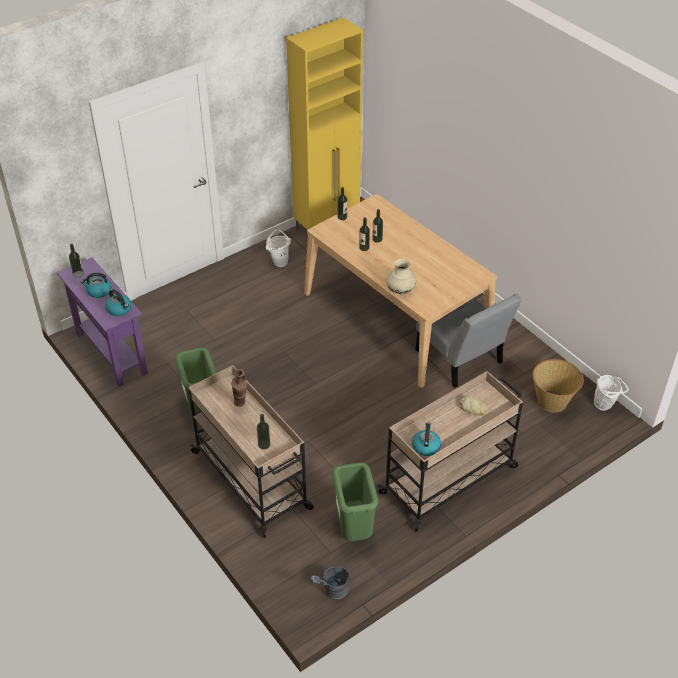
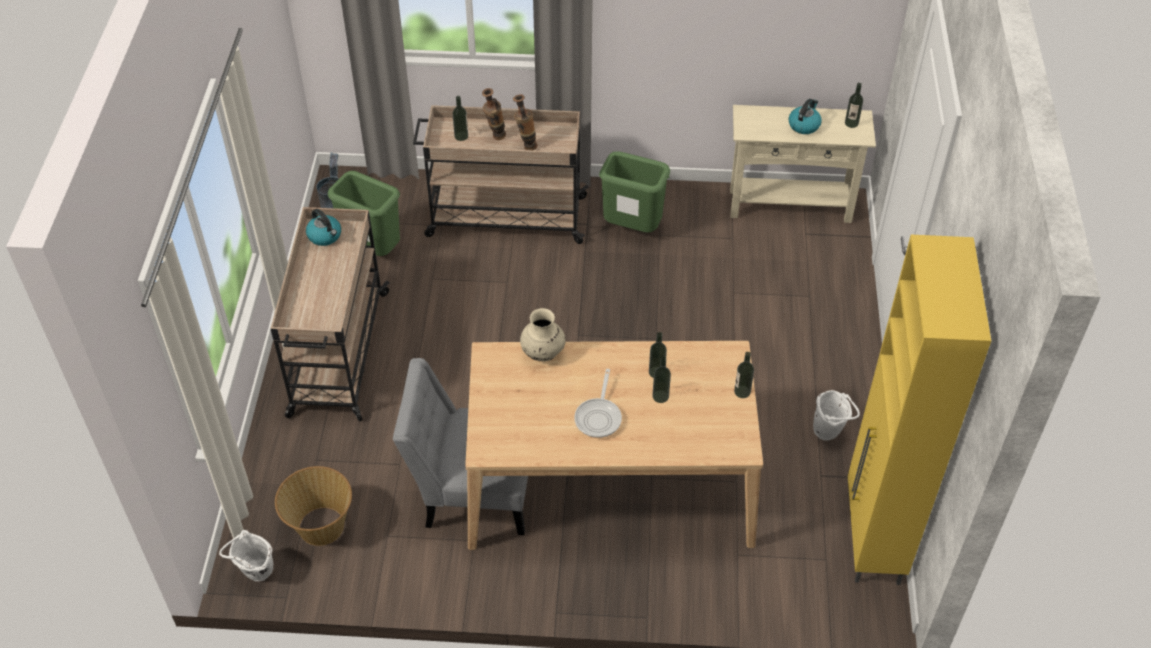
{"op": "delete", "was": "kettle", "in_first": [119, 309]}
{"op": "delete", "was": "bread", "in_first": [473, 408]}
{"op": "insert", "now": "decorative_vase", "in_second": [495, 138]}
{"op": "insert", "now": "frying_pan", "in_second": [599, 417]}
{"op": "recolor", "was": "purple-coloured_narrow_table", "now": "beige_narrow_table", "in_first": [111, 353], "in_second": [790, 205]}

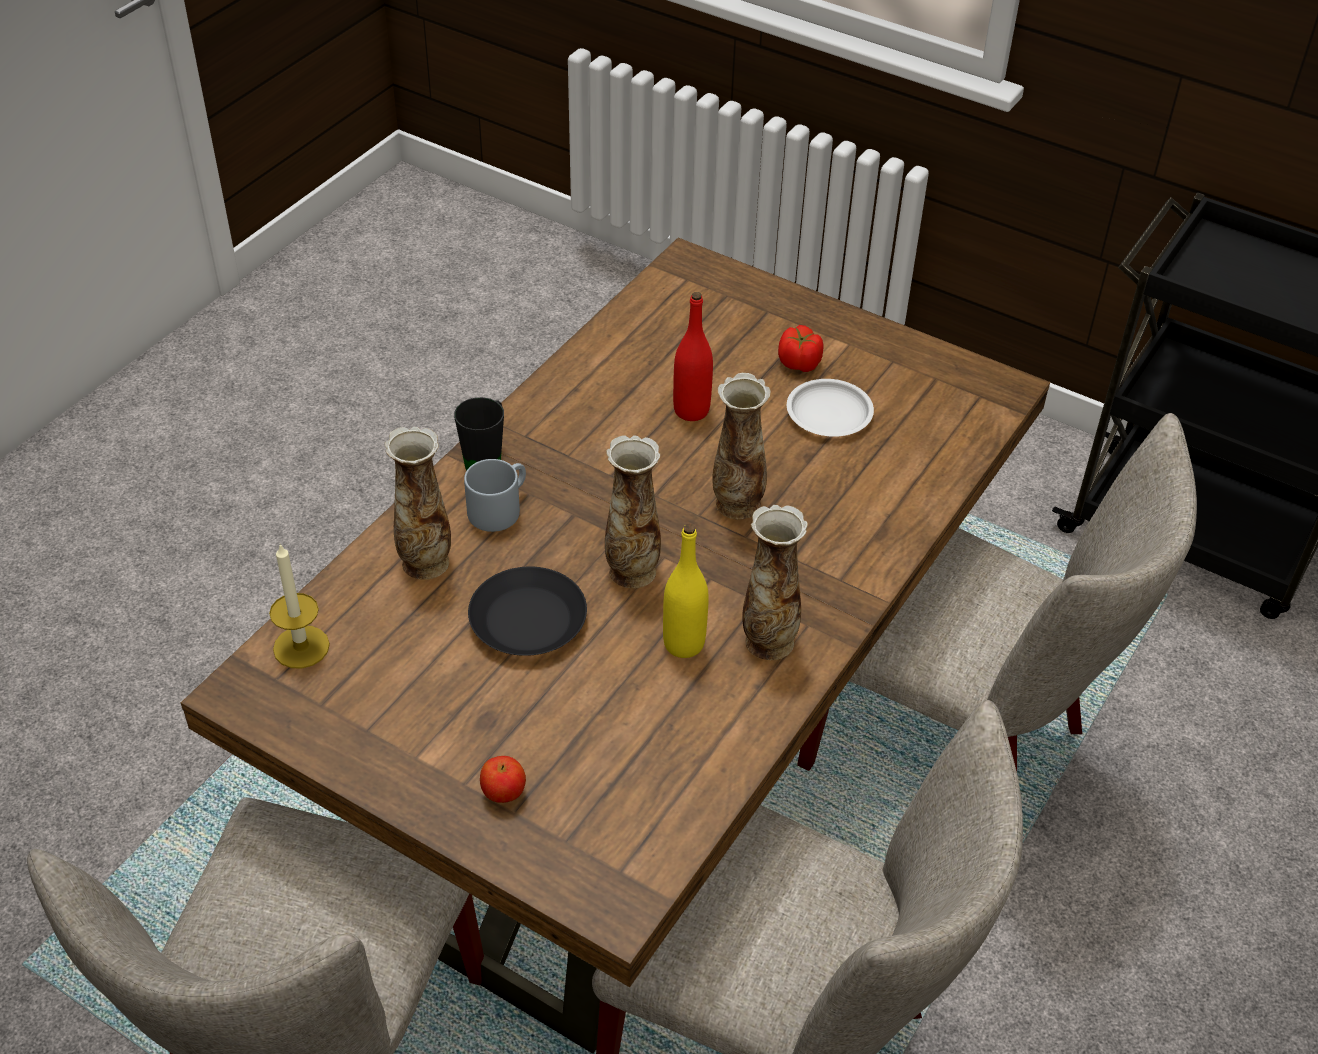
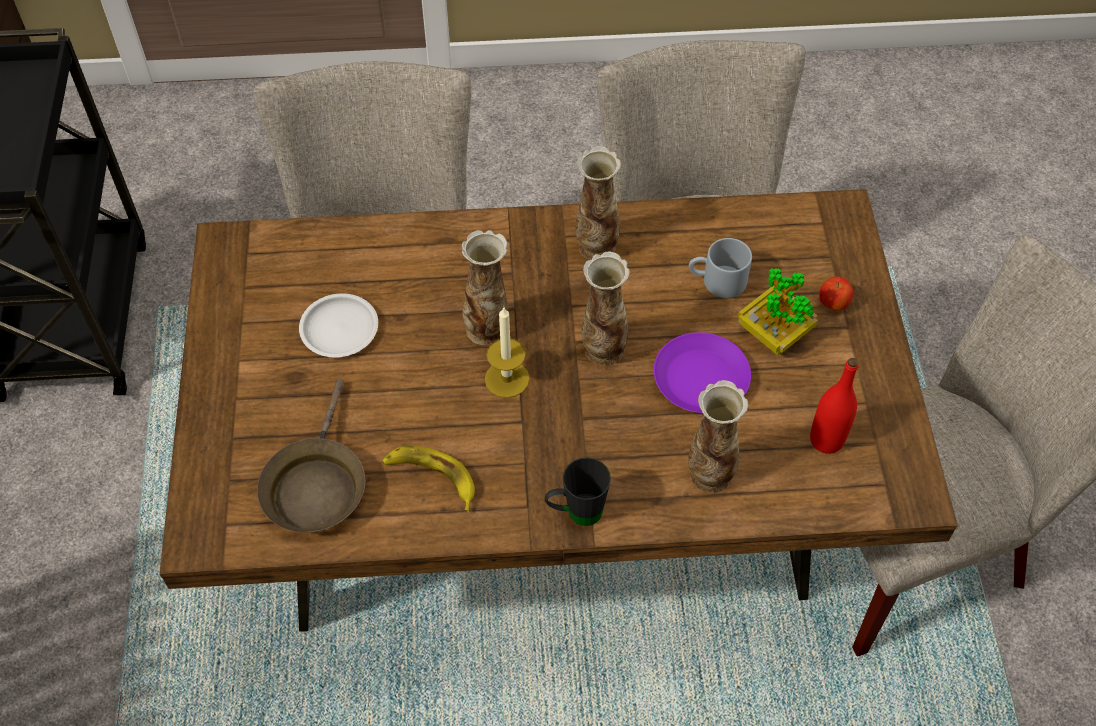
{"op": "delete", "was": "yellow-coloured_drink_bottle", "in_first": [684, 644]}
{"op": "delete", "was": "tomato", "in_first": [799, 363]}
{"op": "insert", "now": "brownish_frying_pan", "in_second": [316, 485]}
{"op": "insert", "now": "banana", "in_second": [431, 477]}
{"op": "insert", "now": "potted_plant", "in_second": [774, 333]}
{"op": "move", "was": "wax_light", "in_first": [301, 647], "in_second": [507, 379]}
{"op": "move", "was": "gray_coffee_mug", "in_first": [499, 507], "in_second": [717, 281]}
{"op": "move", "was": "red-coloured_drink_bottle", "in_first": [691, 410], "in_second": [826, 440]}
{"op": "recolor", "was": "black-coloured_plate", "now": "purple-coloured_plate", "in_first": [526, 620], "in_second": [701, 380]}

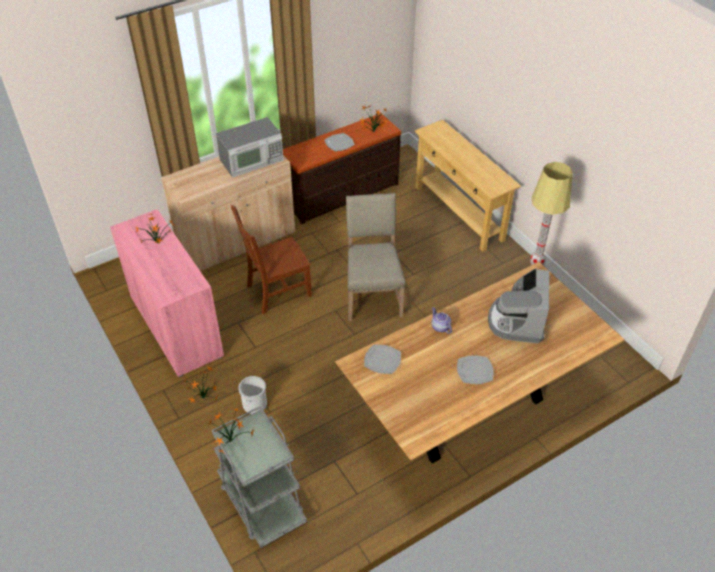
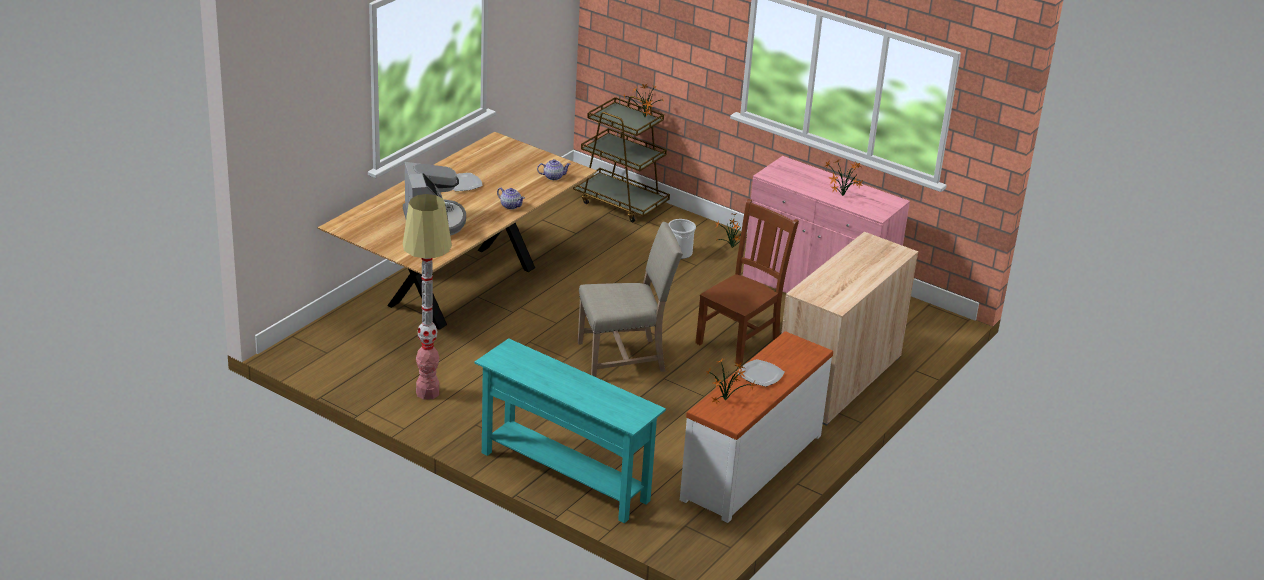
{"op": "delete", "was": "kitchen_microwave", "in_first": [252, 160]}
{"op": "replace", "was": "plate", "now": "teapot", "in_first": [382, 360], "in_second": [553, 177]}
{"op": "recolor", "was": "gray_cart", "now": "brownish_cart", "in_first": [262, 502], "in_second": [621, 203]}
{"op": "recolor", "was": "brownish_chest_of_drawers", "now": "white-coloured_chest_of_drawers", "in_first": [343, 195], "in_second": [750, 466]}
{"op": "recolor", "was": "beige_narrow_table", "now": "turquoise-coloured_narrow_table", "in_first": [459, 213], "in_second": [564, 477]}
{"op": "rotate", "was": "beige_plain_chair", "in_first": [372, 295], "in_second": [624, 358], "clockwise": -75}

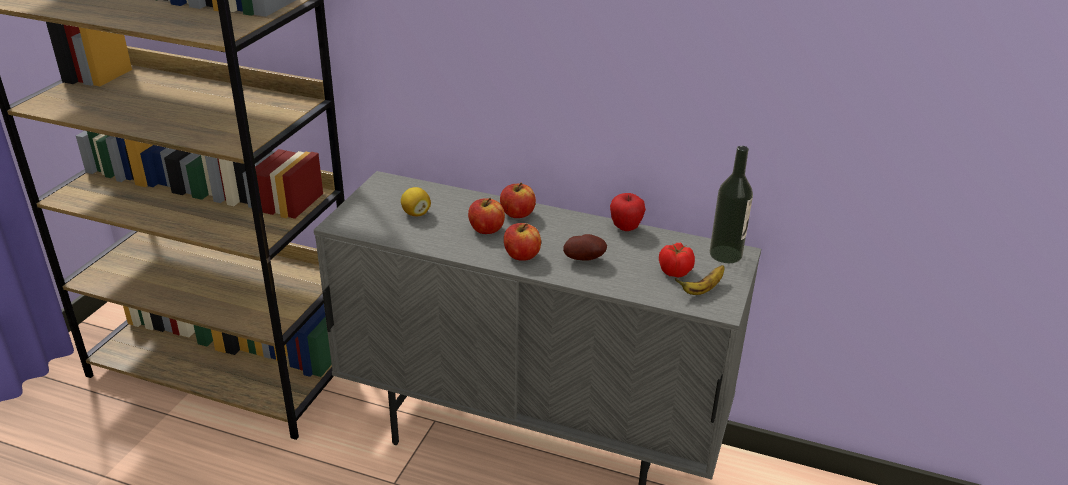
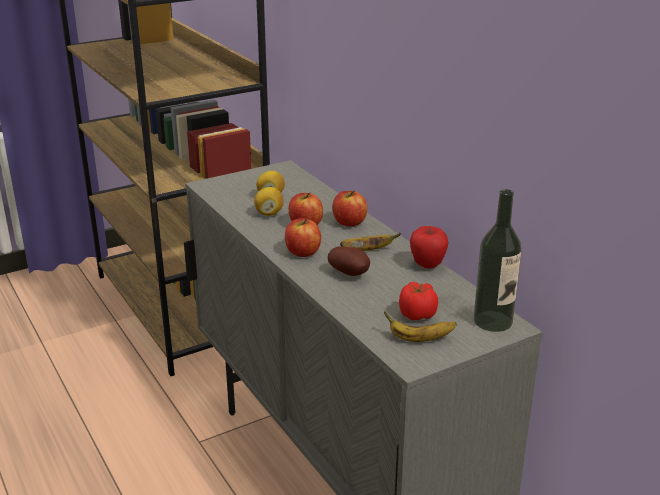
{"op": "insert", "now": "whole_lemon", "in_second": [269, 213]}
{"op": "insert", "now": "banana", "in_second": [367, 251]}

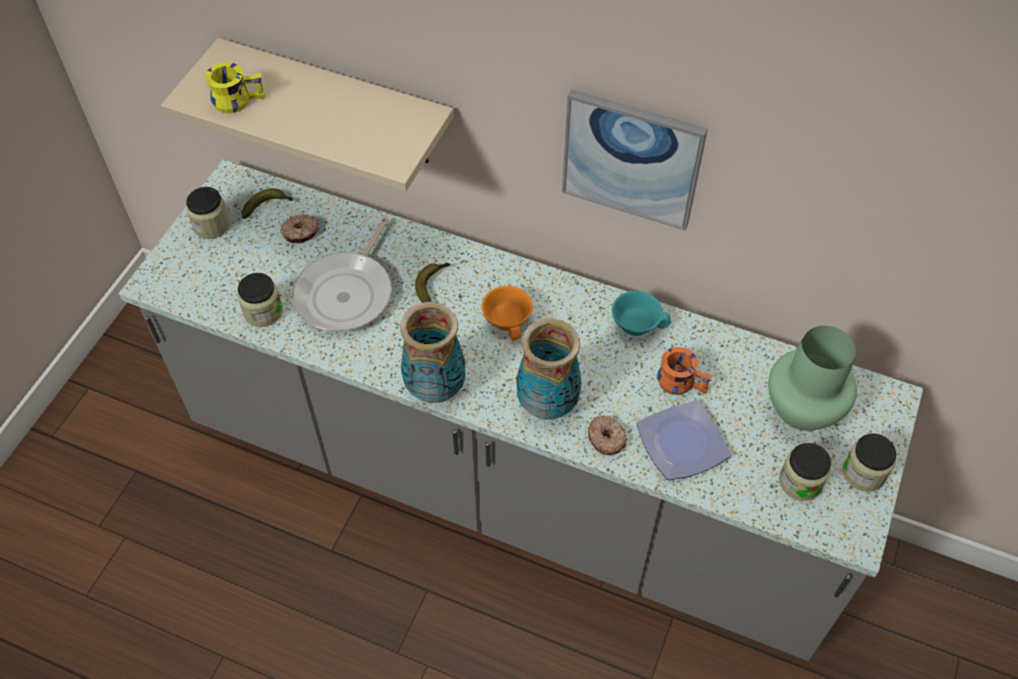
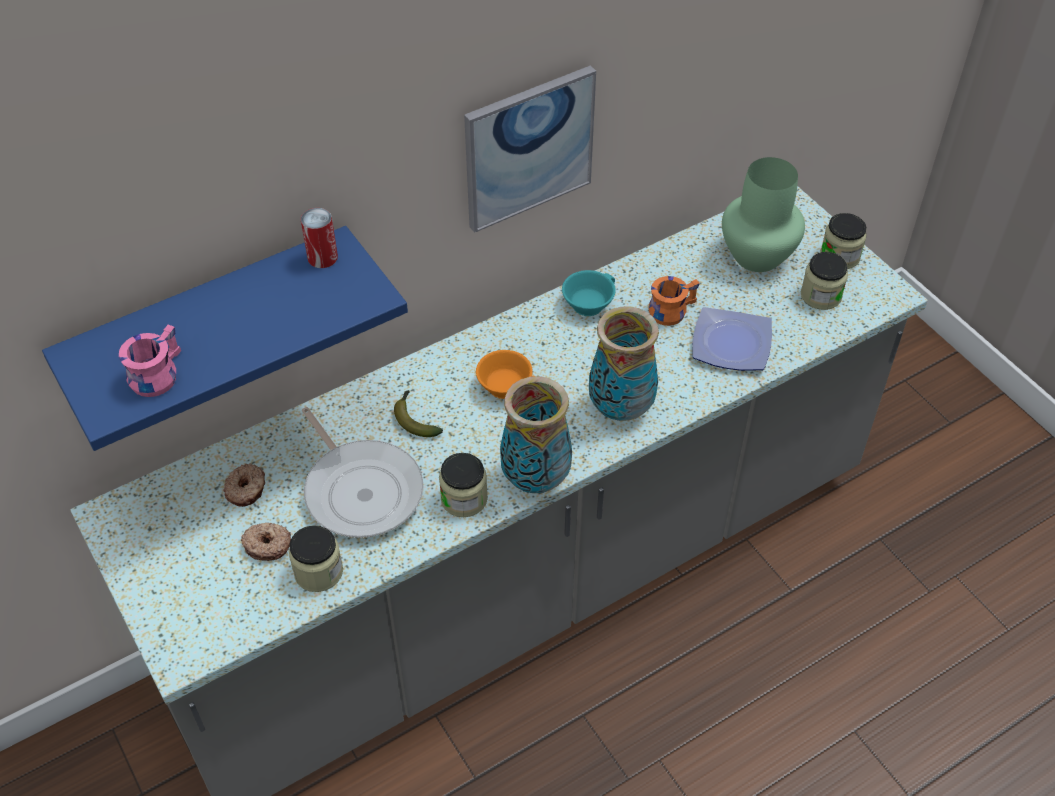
{"op": "delete", "was": "banana", "in_first": [268, 206]}
{"op": "insert", "now": "metal_can", "in_second": [322, 257]}
{"op": "move", "was": "preserve_jar", "in_first": [212, 225], "in_second": [464, 499]}
{"op": "move", "was": "doughnut", "in_first": [606, 438], "in_second": [267, 545]}
{"op": "recolor", "was": "beige_bracket_shelf", "now": "bluish_bracket_shelf", "in_first": [338, 104], "in_second": [210, 321]}
{"op": "recolor", "was": "yellow-coloured_coffee_mug", "now": "pink_coffee_mug", "in_first": [237, 98], "in_second": [154, 373]}

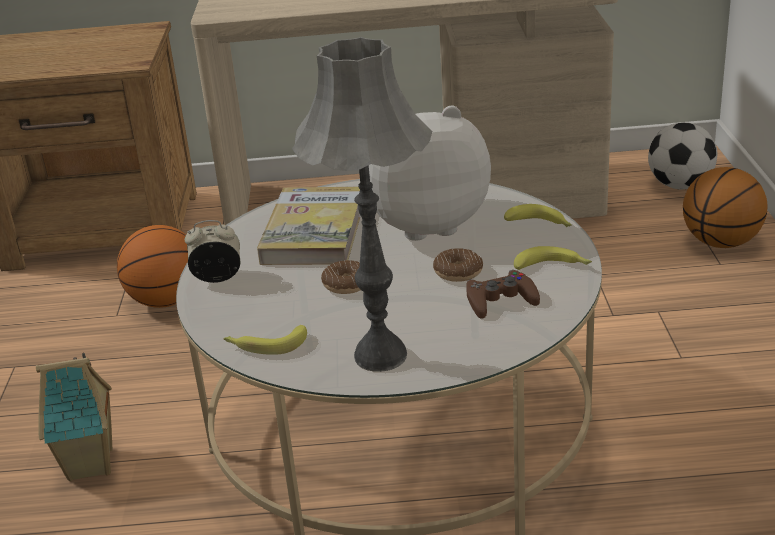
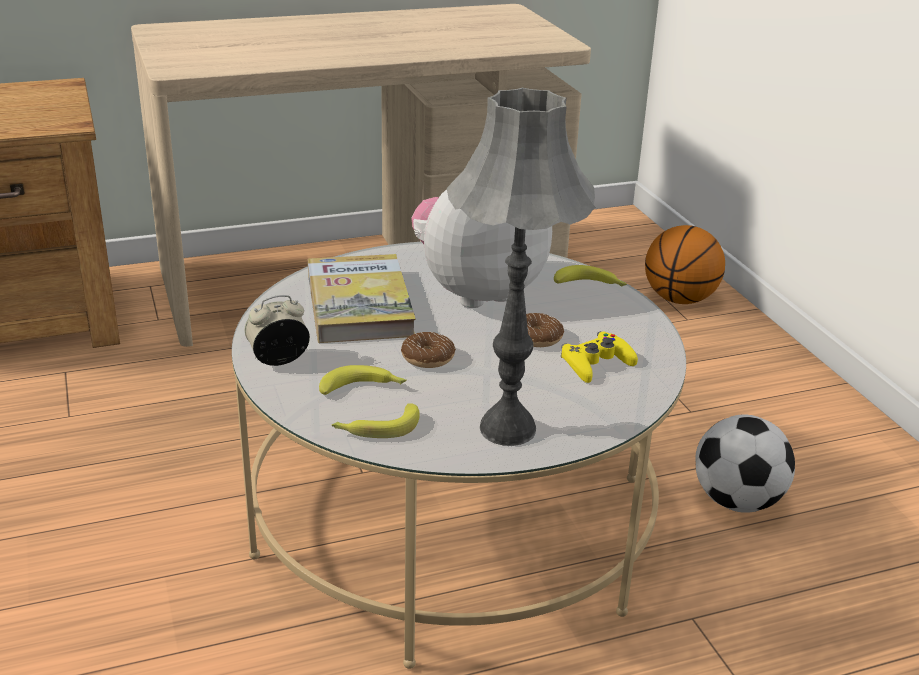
{"op": "delete", "was": "toy_house", "in_first": [92, 465]}
{"op": "delete", "was": "basketball_ball", "in_first": [166, 301]}
{"op": "move", "was": "banana", "in_first": [553, 267], "in_second": [363, 389]}
{"op": "move", "was": "ball_for_football", "in_first": [680, 185], "in_second": [737, 501]}
{"op": "recolor", "was": "brownish_joypad", "now": "yellow-coloured_joypad", "in_first": [500, 301], "in_second": [596, 363]}

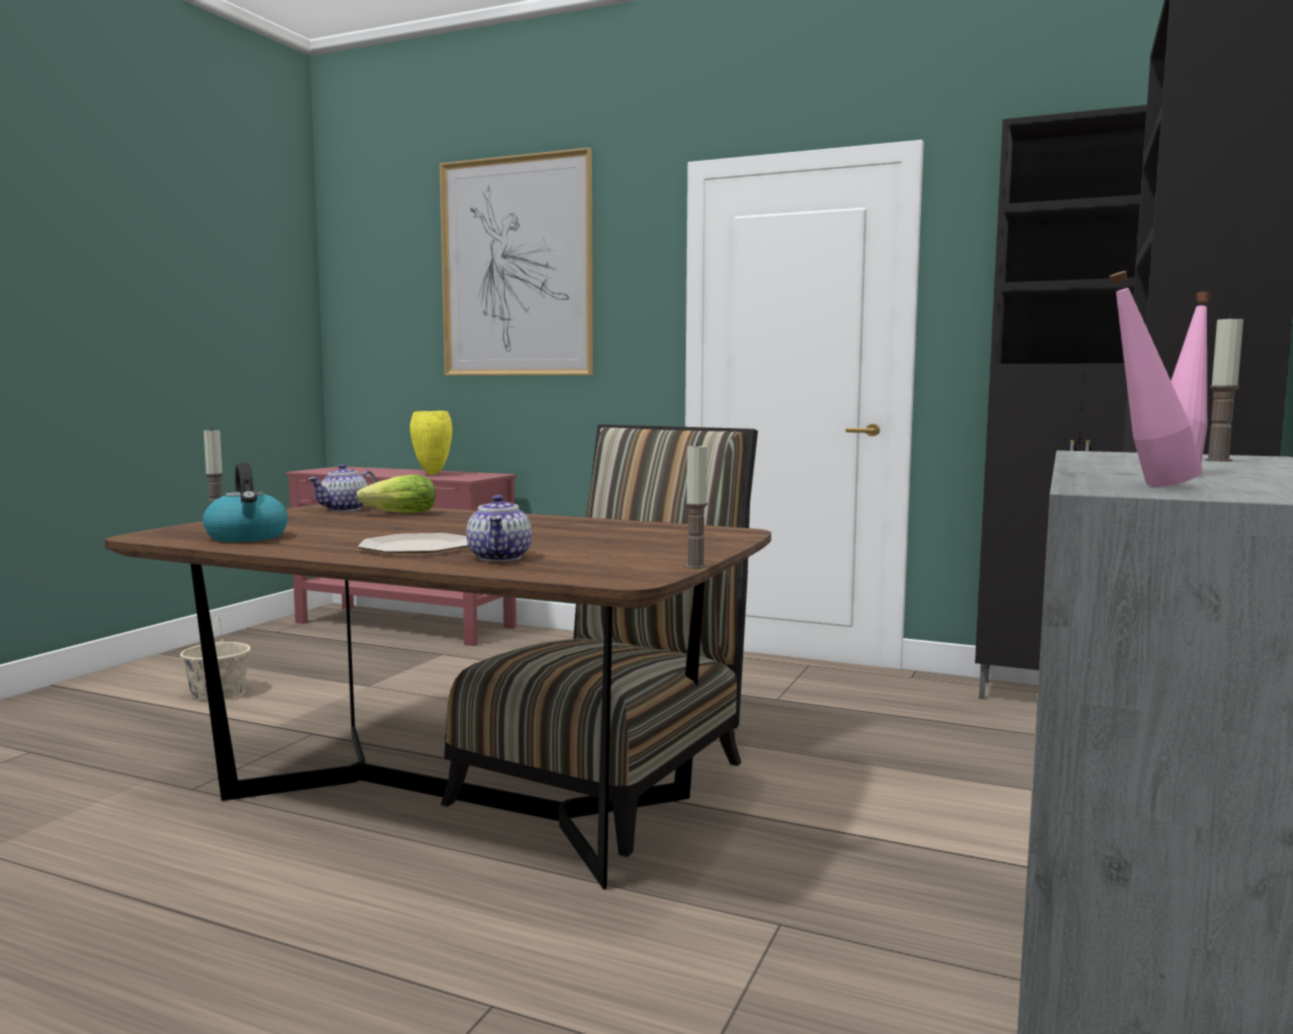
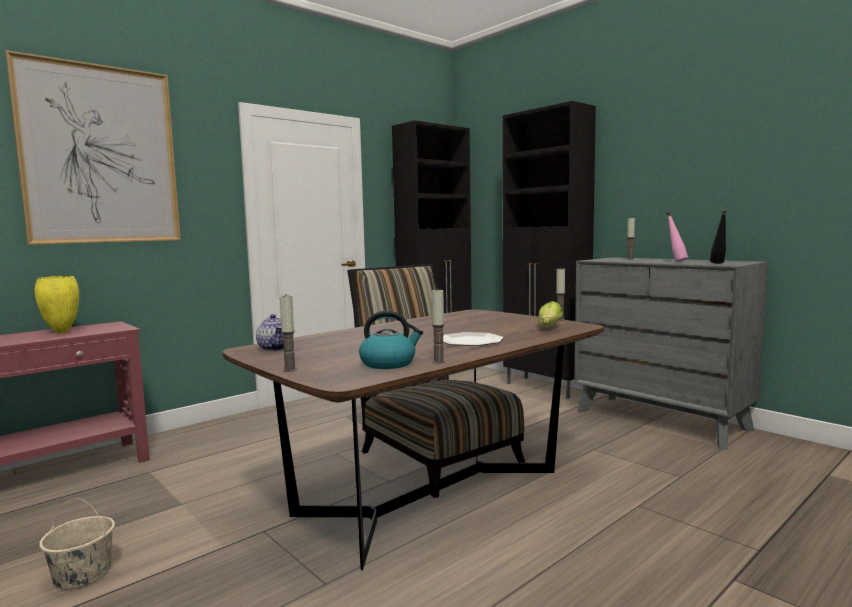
{"op": "delete", "was": "teapot", "in_first": [500, 557]}
{"op": "insert", "now": "wax_light", "in_second": [438, 362]}
{"op": "move", "was": "lettuce", "in_first": [396, 514], "in_second": [548, 328]}
{"op": "recolor", "was": "pink_drink_bottle", "now": "black-coloured_drink_bottle", "in_first": [1145, 486], "in_second": [718, 263]}

